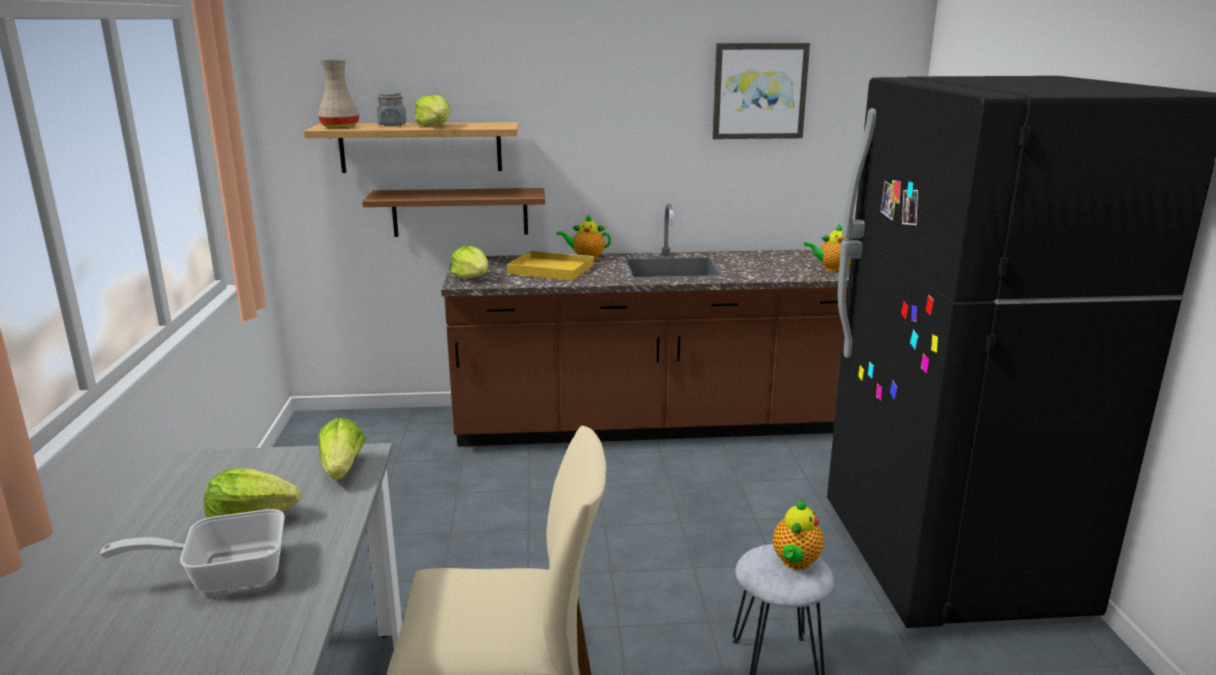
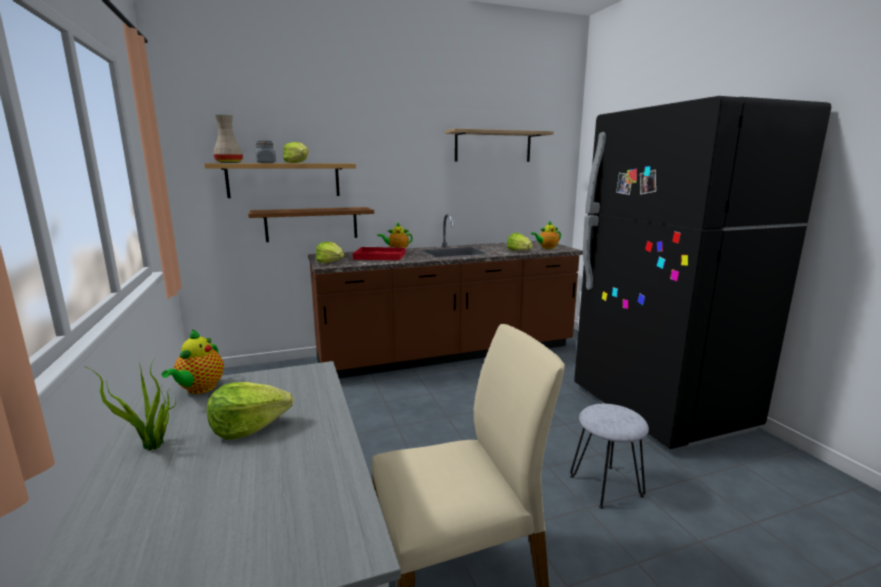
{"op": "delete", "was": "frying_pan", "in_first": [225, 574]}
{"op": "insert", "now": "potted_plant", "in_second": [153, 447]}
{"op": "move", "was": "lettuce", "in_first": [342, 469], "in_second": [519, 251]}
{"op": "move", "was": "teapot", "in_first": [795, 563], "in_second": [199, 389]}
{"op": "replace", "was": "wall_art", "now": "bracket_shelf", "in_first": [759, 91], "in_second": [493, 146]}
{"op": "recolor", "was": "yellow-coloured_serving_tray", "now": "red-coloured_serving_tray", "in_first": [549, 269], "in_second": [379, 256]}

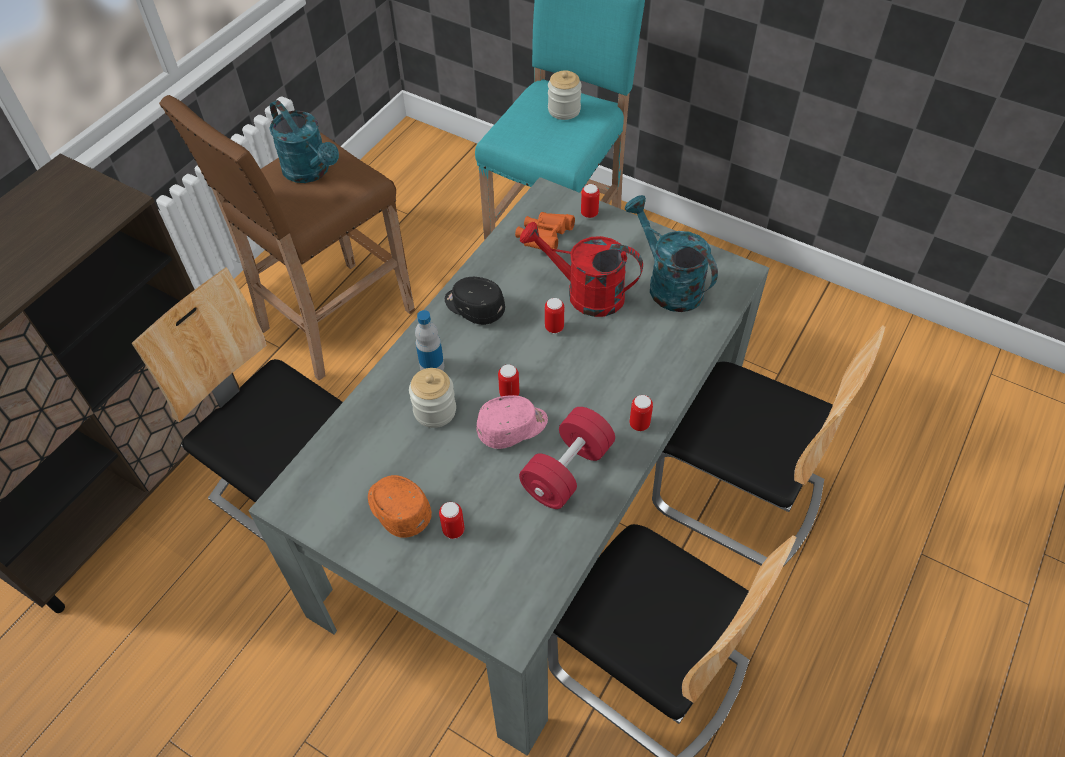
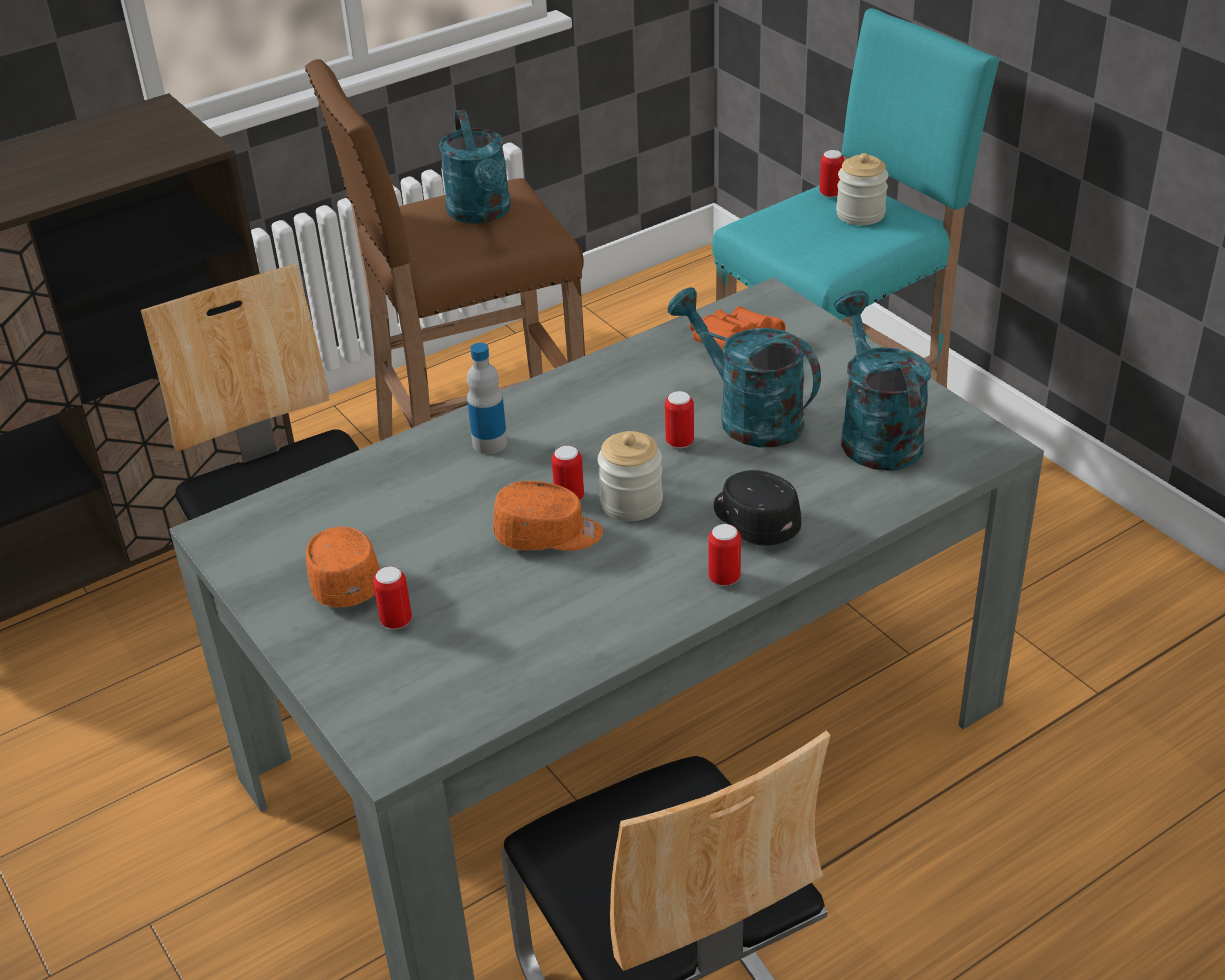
{"op": "delete", "was": "red-coloured_hand_weight", "in_first": [567, 471]}
{"op": "delete", "was": "plain_chair", "in_first": [738, 495]}
{"op": "move", "was": "preserve_jar", "in_first": [435, 411], "in_second": [631, 503]}
{"op": "move", "was": "black-coloured_cap", "in_first": [474, 307], "in_second": [754, 521]}
{"op": "move", "was": "metal_can", "in_first": [589, 213], "in_second": [830, 194]}
{"op": "recolor", "was": "pink_cap", "now": "orange-coloured_cap", "in_first": [513, 428], "in_second": [548, 535]}
{"op": "recolor", "was": "red-coloured_watering_pot", "now": "turquoise-coloured_watering_pot", "in_first": [584, 293], "in_second": [748, 416]}

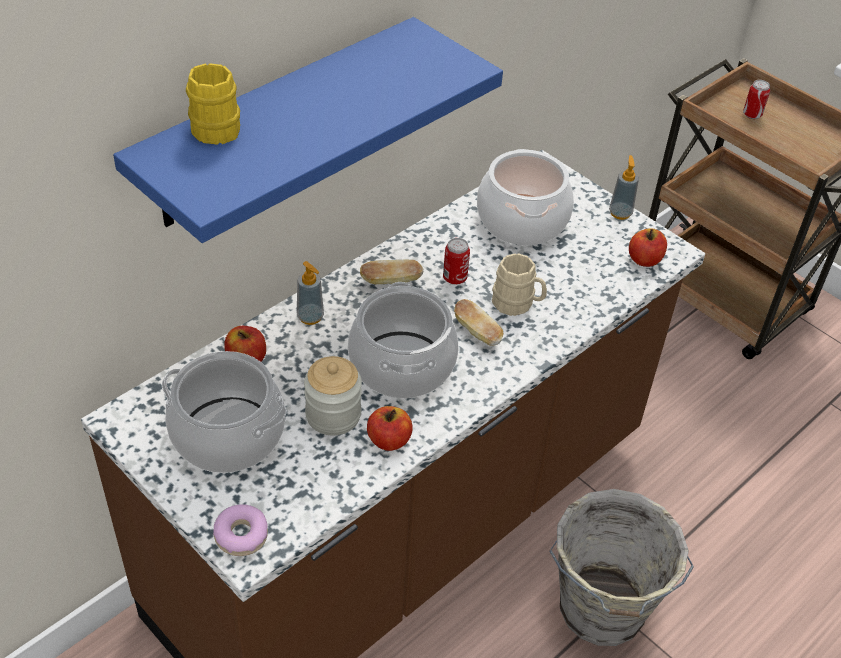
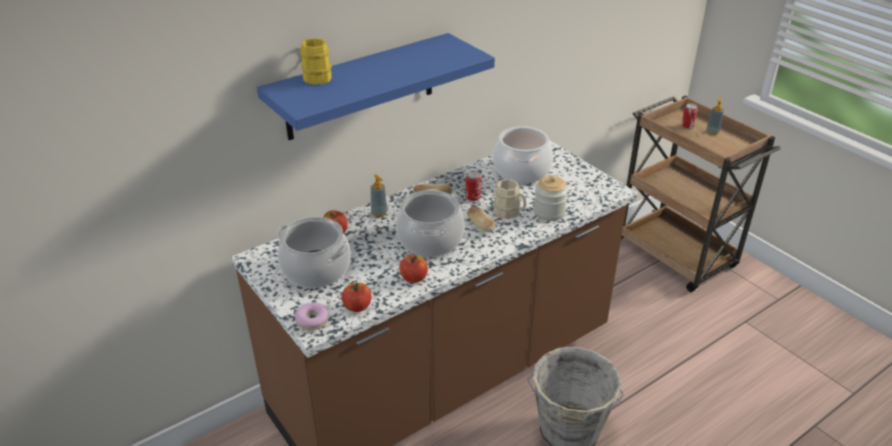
{"op": "move", "was": "preserve_jar", "in_first": [333, 415], "in_second": [549, 212]}
{"op": "move", "was": "soap_bottle", "in_first": [620, 213], "in_second": [712, 132]}
{"op": "move", "was": "apple", "in_first": [644, 260], "in_second": [357, 306]}

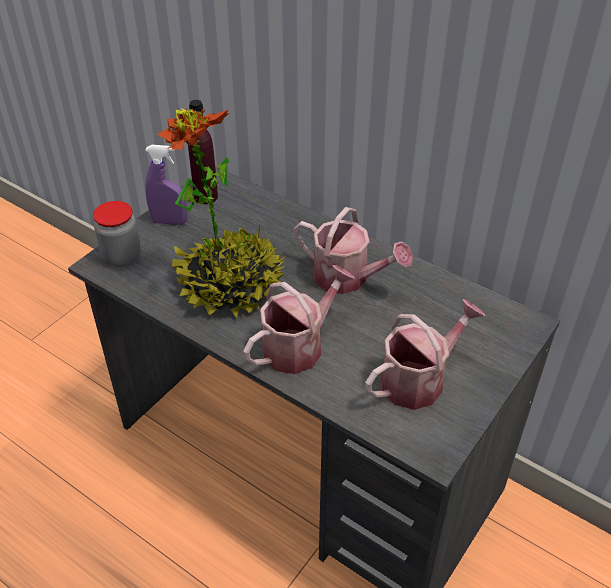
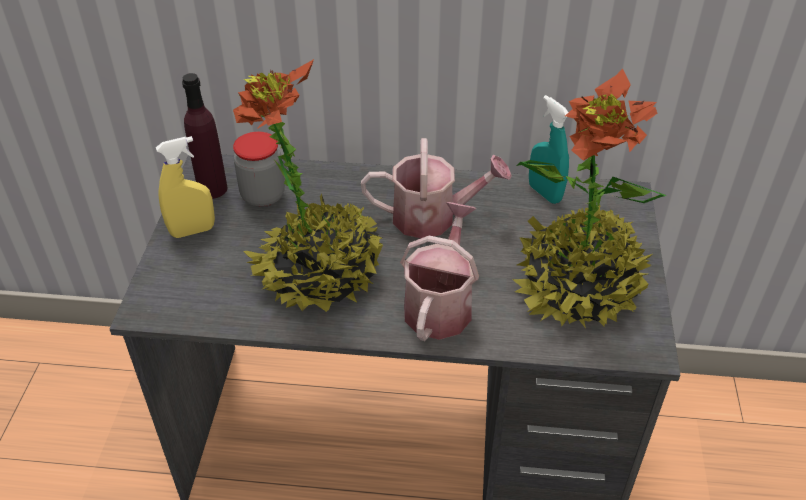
{"op": "insert", "now": "turquoise-coloured_spray_bottle", "in_second": [544, 193]}
{"op": "move", "was": "preserve_jar", "in_first": [122, 257], "in_second": [263, 196]}
{"op": "replace", "was": "watering_pot", "now": "potted_plant", "in_first": [419, 379], "in_second": [577, 287]}
{"op": "recolor", "was": "purple-coloured_spray_bottle", "now": "yellow-coloured_spray_bottle", "in_first": [169, 222], "in_second": [192, 231]}

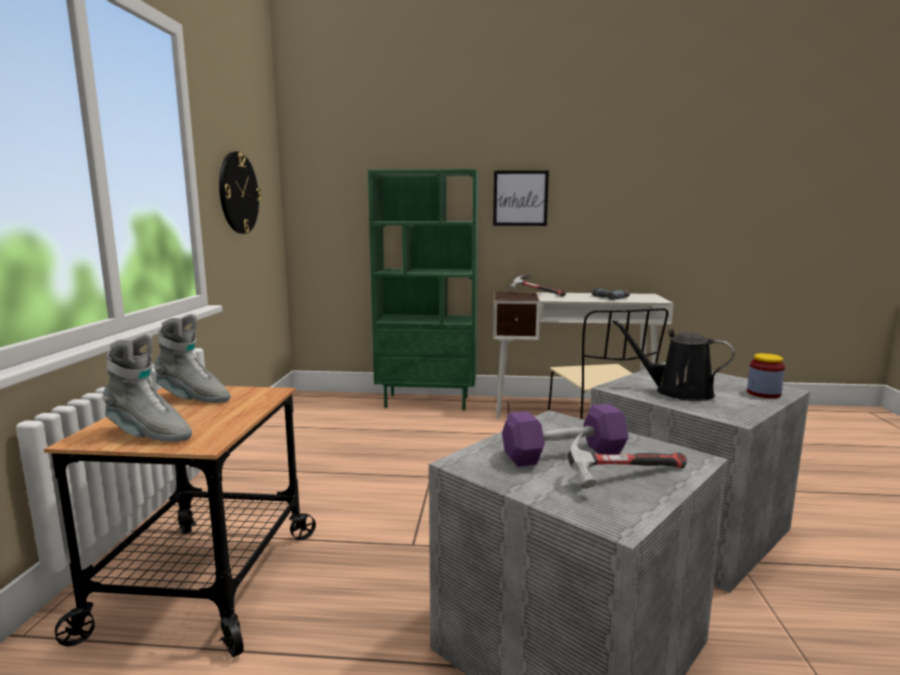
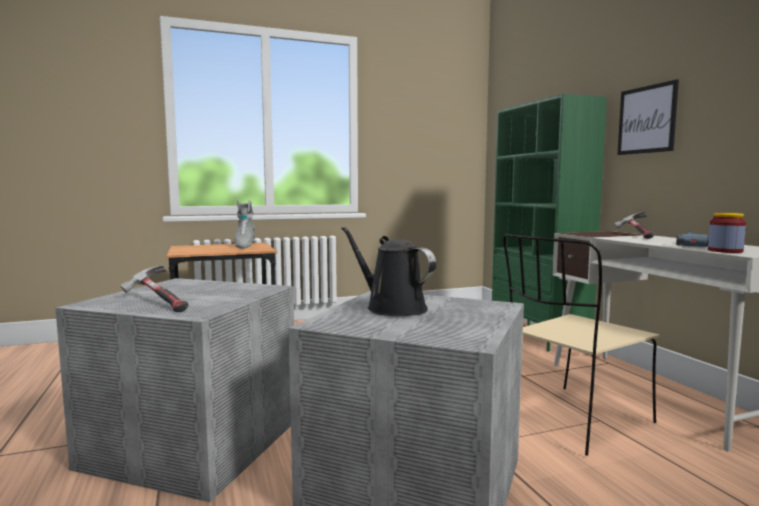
{"op": "delete", "was": "gray_boot", "in_first": [148, 435]}
{"op": "delete", "was": "clock_on_the_wall", "in_first": [238, 193]}
{"op": "delete", "was": "purple-coloured_hand_weight", "in_first": [564, 455]}
{"op": "move", "was": "preserve_jar", "in_first": [763, 393], "in_second": [725, 251]}
{"op": "rotate", "was": "black-coloured_watering_pot", "in_first": [677, 392], "in_second": [391, 308], "clockwise": -45}

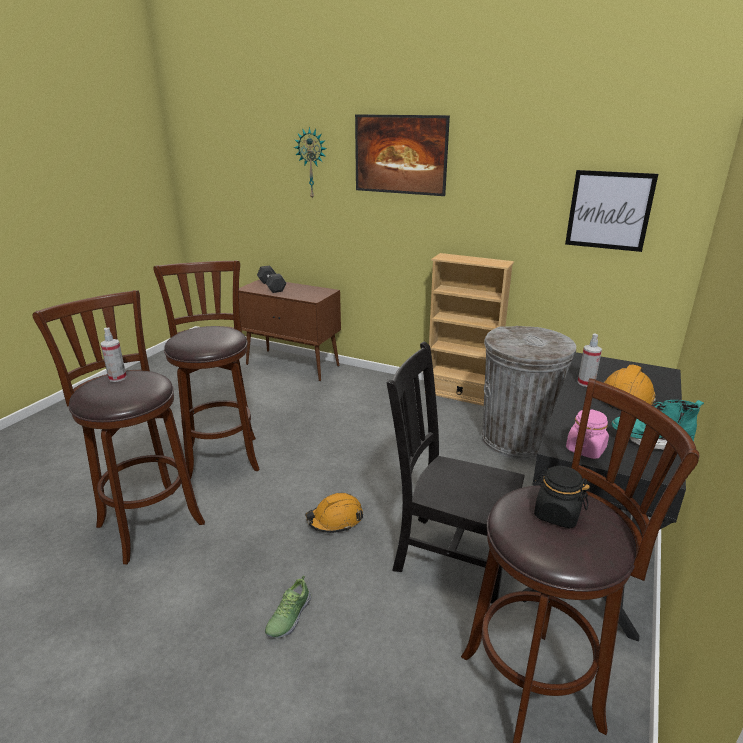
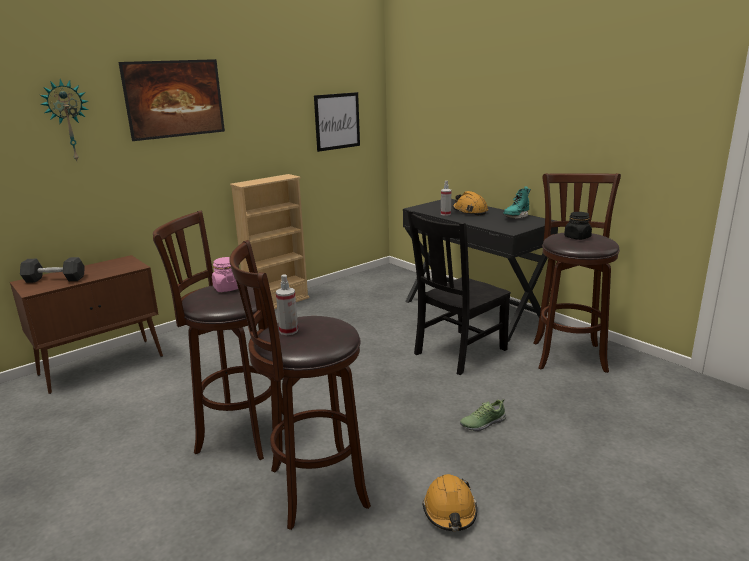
{"op": "delete", "was": "gray_trash_can", "in_first": [517, 439]}
{"op": "move", "was": "orange-coloured_hard_hat", "in_first": [335, 520], "in_second": [450, 511]}
{"op": "move", "was": "pink_preserve_jar", "in_first": [585, 449], "in_second": [227, 288]}
{"op": "rotate", "was": "shoe", "in_first": [288, 617], "in_second": [482, 423], "clockwise": 105}

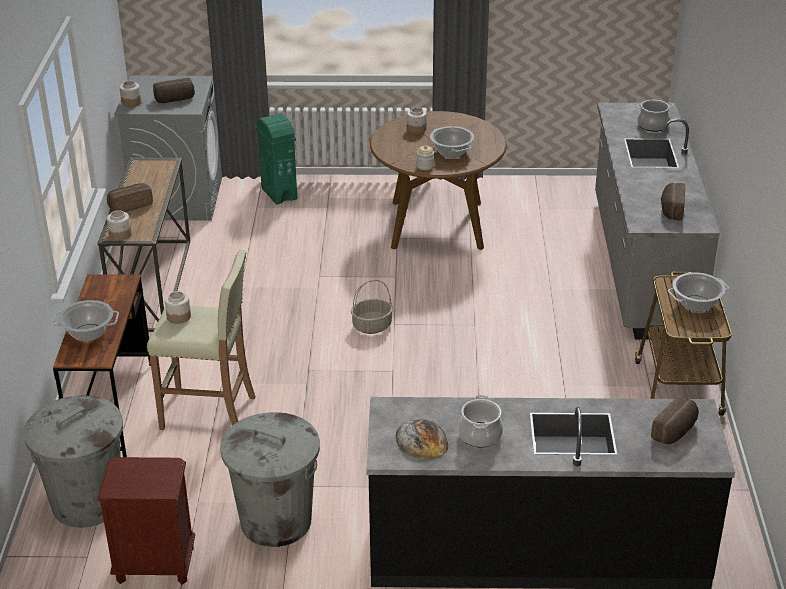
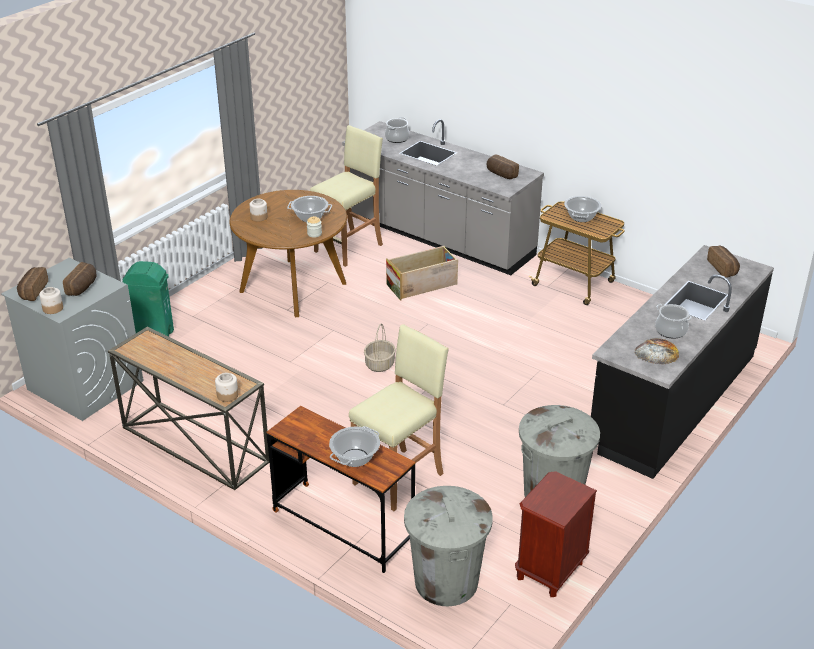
{"op": "delete", "was": "preserve_jar", "in_first": [179, 316]}
{"op": "insert", "now": "beige_sitting_stool", "in_second": [349, 248]}
{"op": "insert", "now": "packing_crate", "in_second": [422, 284]}
{"op": "move", "was": "bread", "in_first": [130, 205], "in_second": [32, 291]}

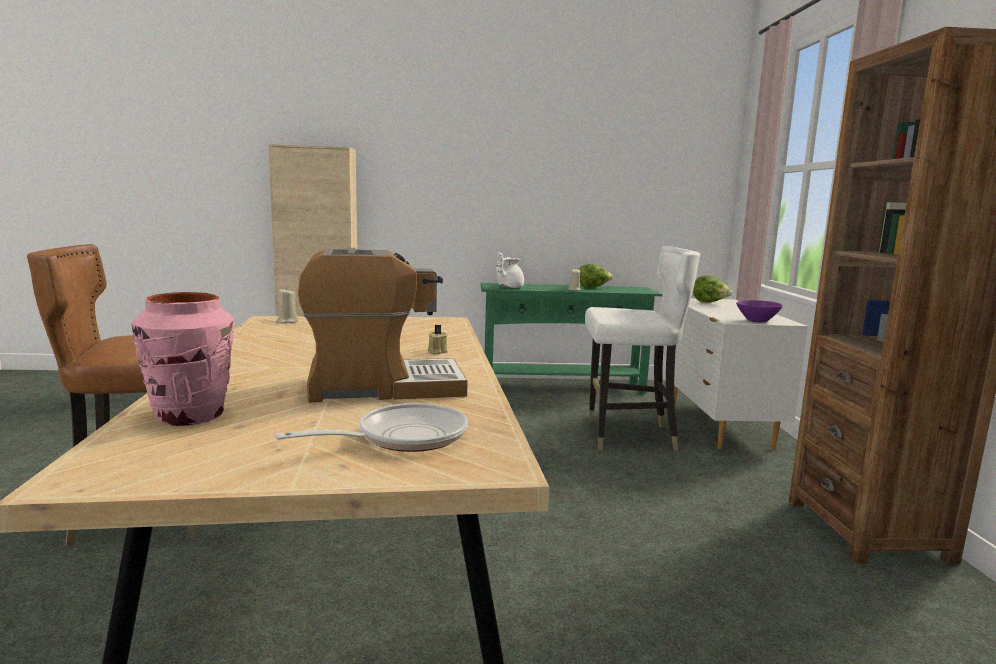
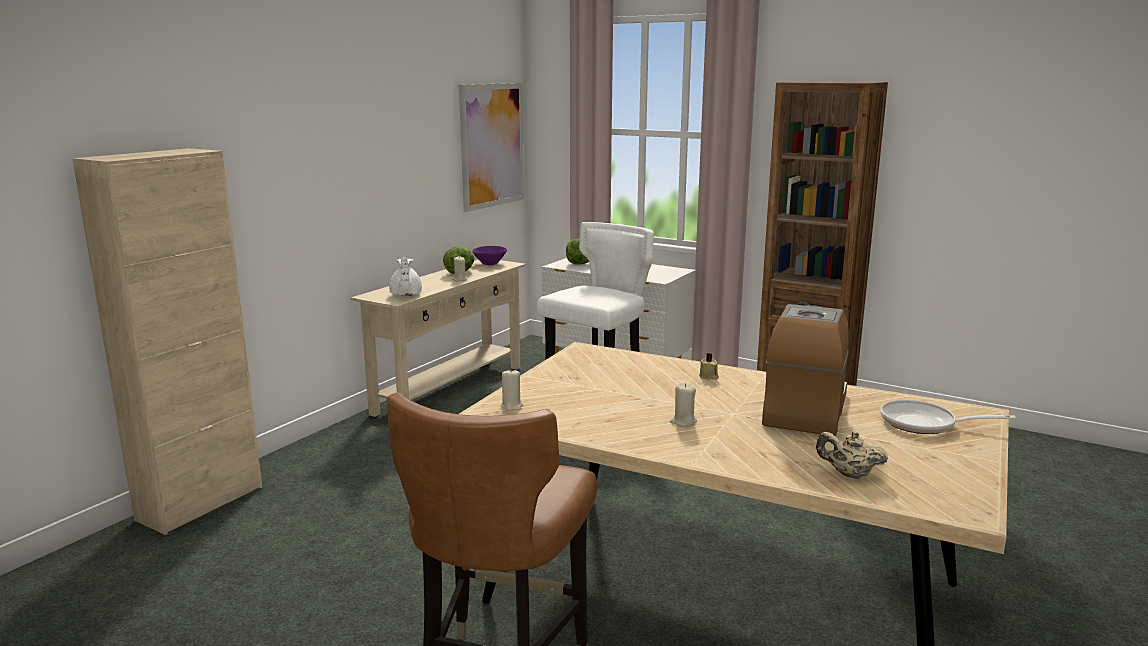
{"op": "insert", "now": "wall_art", "in_second": [492, 145]}
{"op": "insert", "now": "beige_wax_light", "in_second": [683, 422]}
{"op": "move", "was": "purple-coloured_bowl", "in_first": [756, 321], "in_second": [489, 264]}
{"op": "replace", "was": "pink_decorative_vase", "now": "beige_teapot", "in_first": [191, 416], "in_second": [849, 474]}
{"op": "recolor", "was": "green_narrow_table", "now": "beige_narrow_table", "in_first": [563, 386], "in_second": [449, 389]}
{"op": "rotate", "was": "frying_pan", "in_first": [402, 437], "in_second": [924, 424], "clockwise": -75}

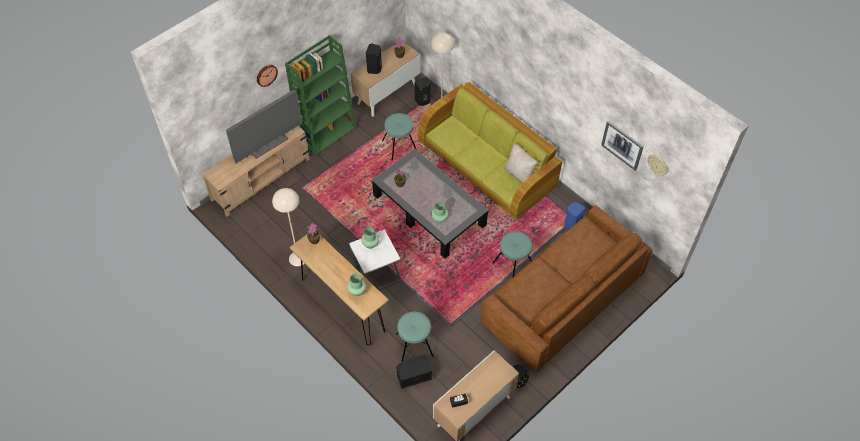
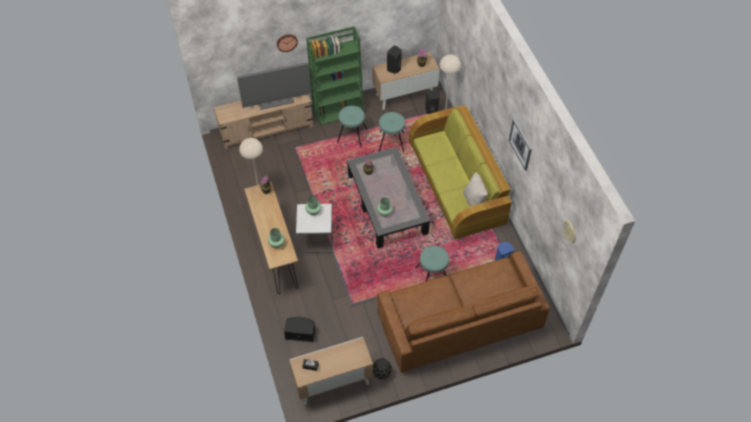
{"op": "move", "was": "turquoise-coloured_sitting_stool", "in_first": [414, 345], "in_second": [352, 135]}
{"op": "move", "was": "wall_art", "in_first": [622, 145], "in_second": [520, 144]}

